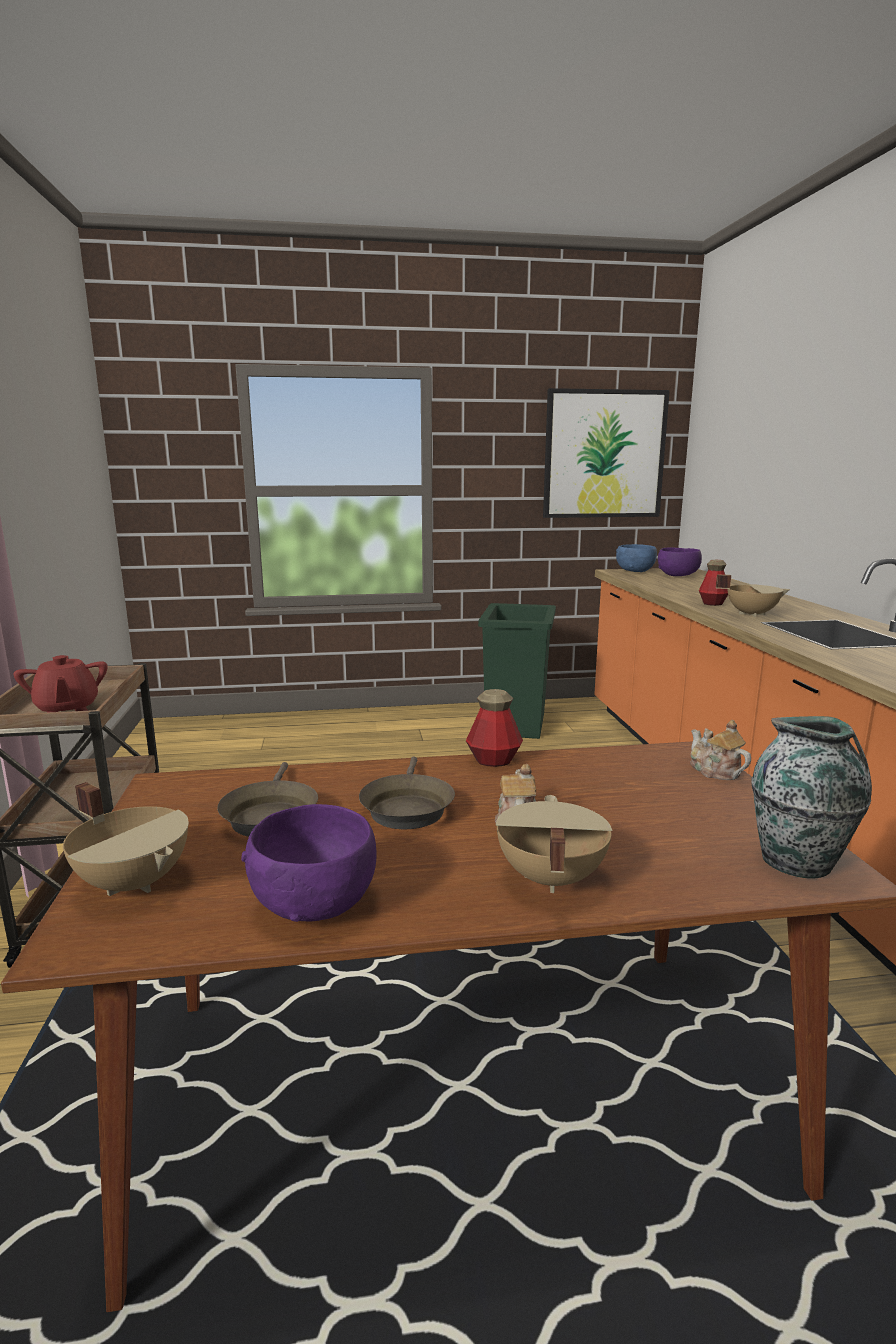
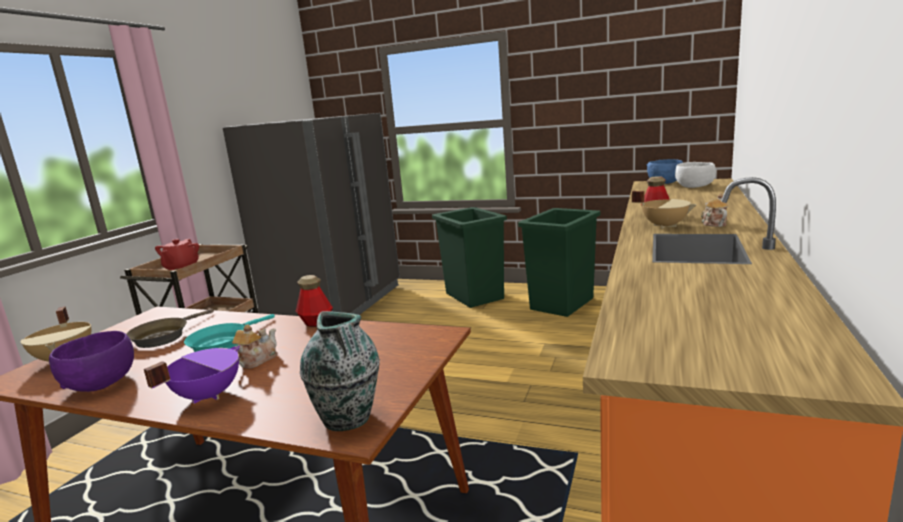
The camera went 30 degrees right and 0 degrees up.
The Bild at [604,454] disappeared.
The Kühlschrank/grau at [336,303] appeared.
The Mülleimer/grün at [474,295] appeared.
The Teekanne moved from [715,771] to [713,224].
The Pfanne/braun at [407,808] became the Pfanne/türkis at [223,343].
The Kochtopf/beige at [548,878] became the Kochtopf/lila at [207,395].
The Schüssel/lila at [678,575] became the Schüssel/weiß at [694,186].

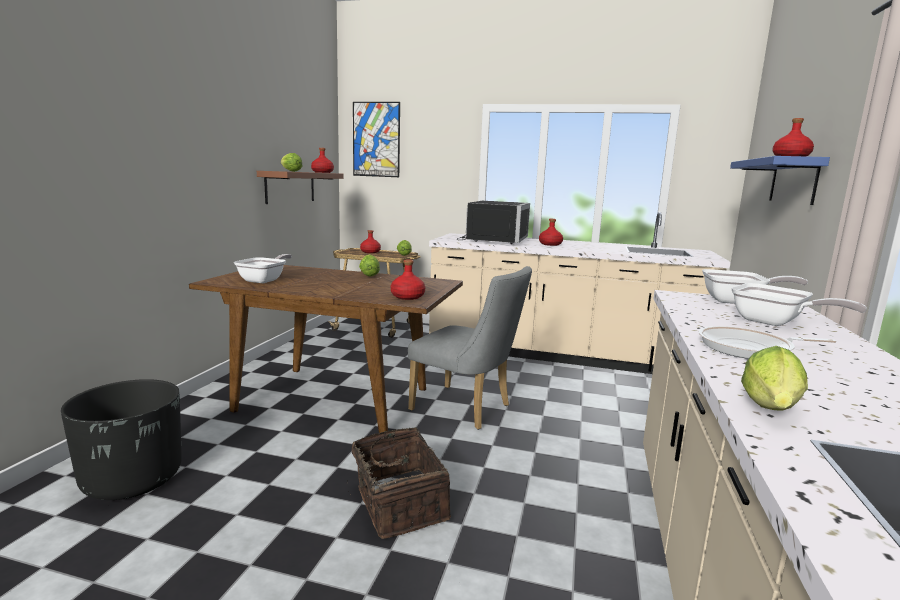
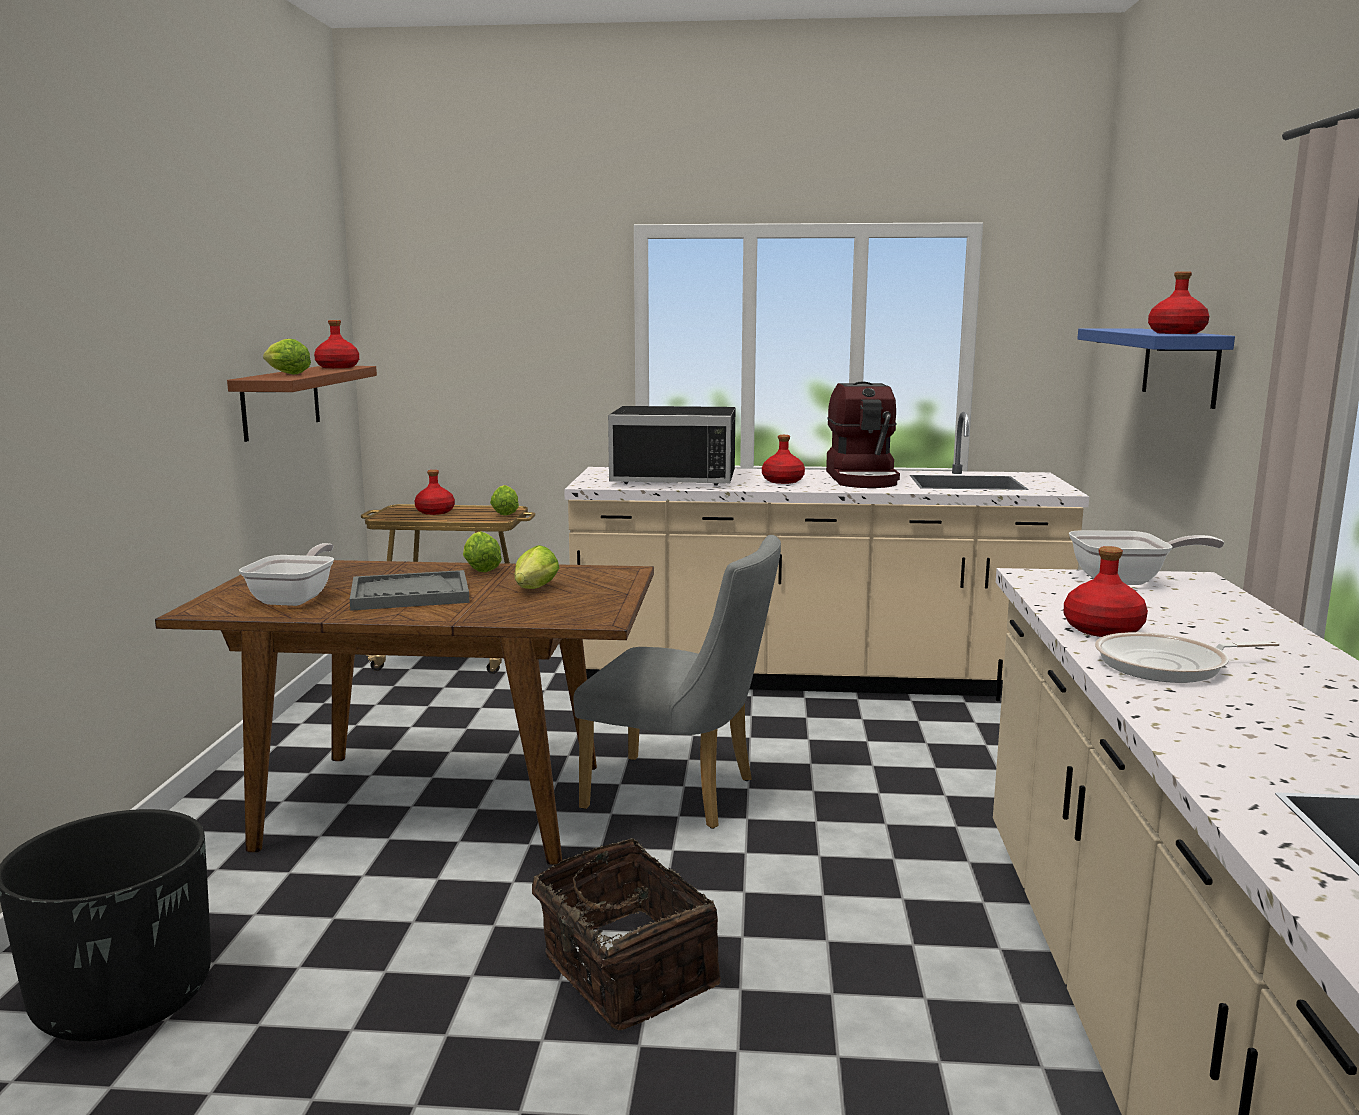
The camera went 10 degrees left and 0 degrees up.
The Bild at [376,139] disappeared.
The Pfanne at [775,323] disappeared.
The Tablett/grau at [409,594] appeared.
The Kaffeemaschine at [863,479] appeared.
The Flasche/rot moved from [407,297] to [1102,630].
The Salatkopf moved from [771,410] to [533,590].
The Mikrowelle/schwarz at [492,239] turned 90 degrees clockwise.

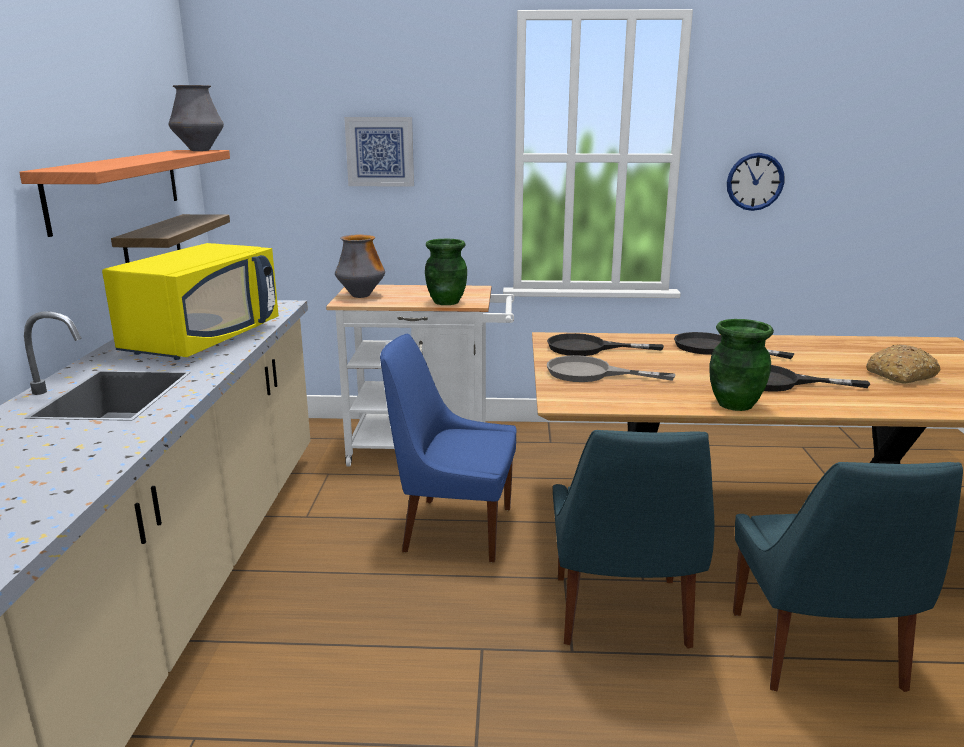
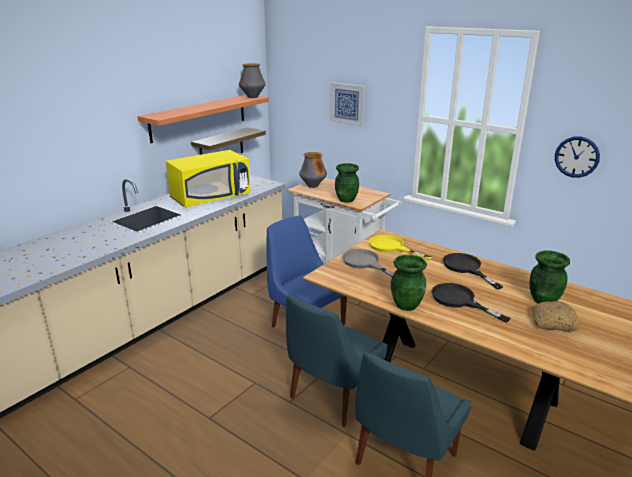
The camera went 35 degrees right and 5 degrees up.
The Vase/grün at [543,300] appeared.
The Pfanne/schwarz at [587,348] became the Pfanne/gelb at [391,247].

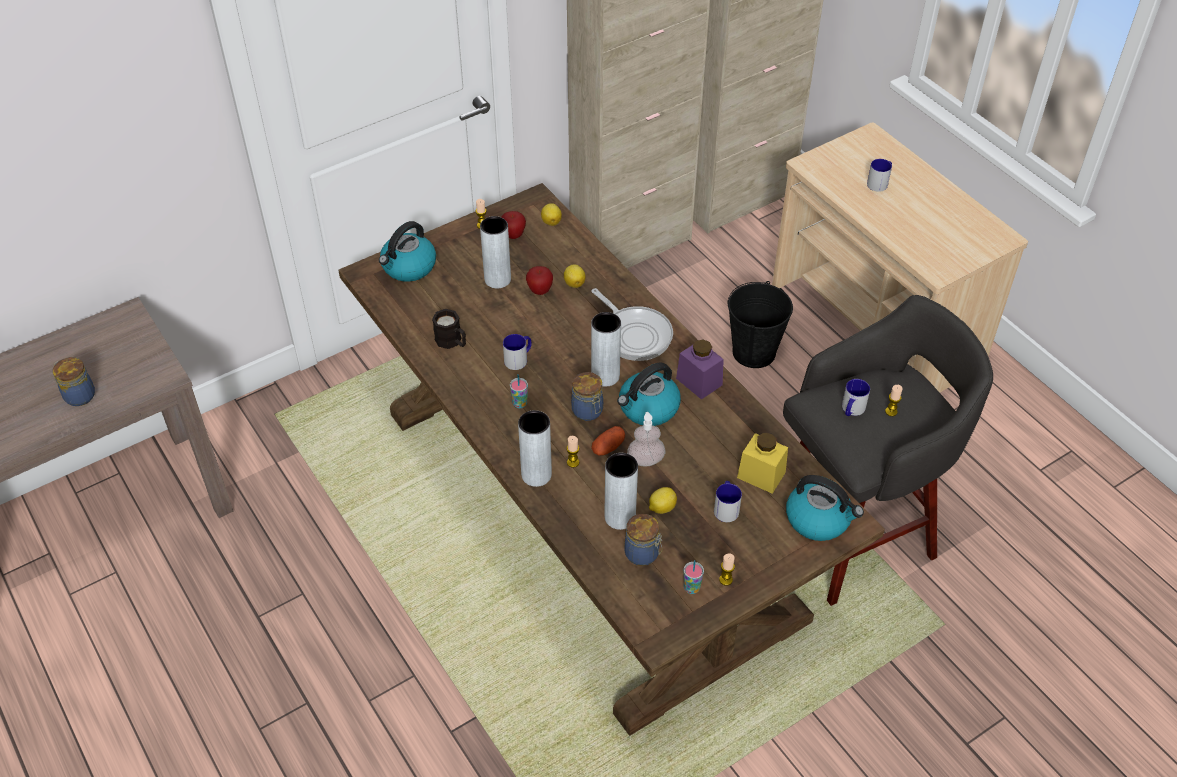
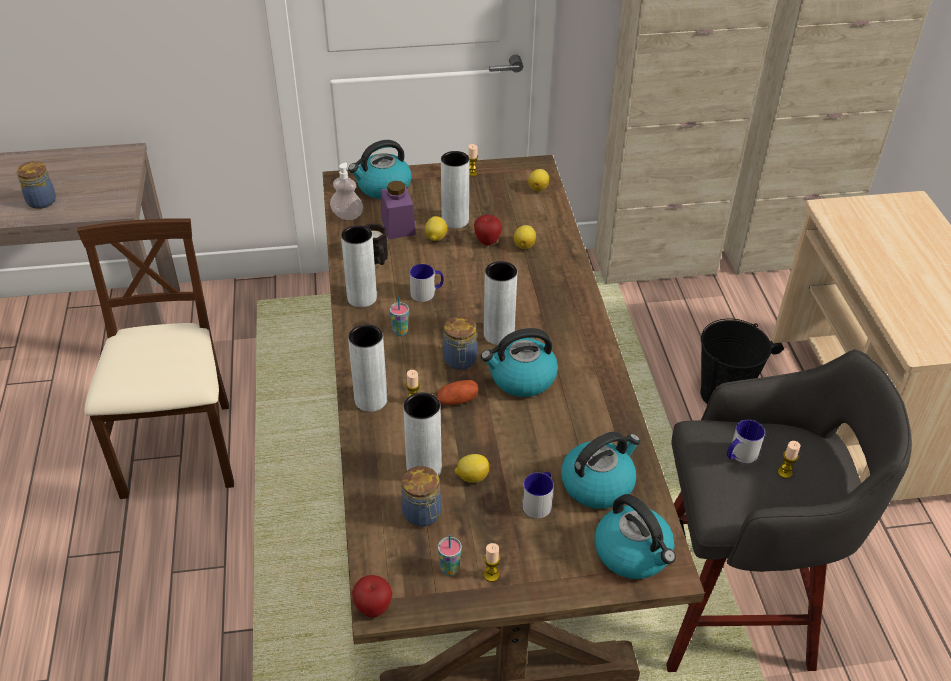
The camera went 25 degrees right and 5 degrees down.
The Pfanne at [634,334] disappeared.
The Henkelbecher at [879,183] disappeared.
The Stuhl/beige at [181,451] appeared.
The Vase/grau at [362,298] appeared.
The Zitrone at [435,238] appeared.
The Apfel moved from [513,235] to [373,608].
The Seifenspender moved from [645,460] to [347,215].
The Vorratsglas/lila moved from [699,381] to [398,226].
The Vorratsglas/gelb at [761,475] was replaced by the Wasserkessel at [598,484].

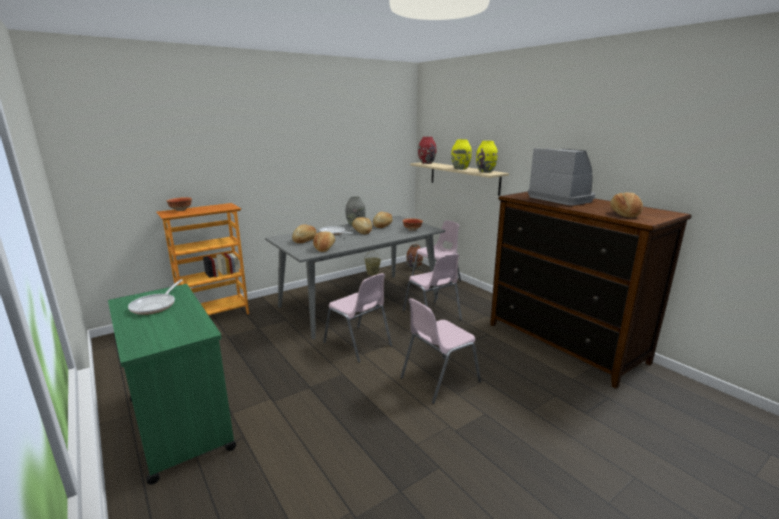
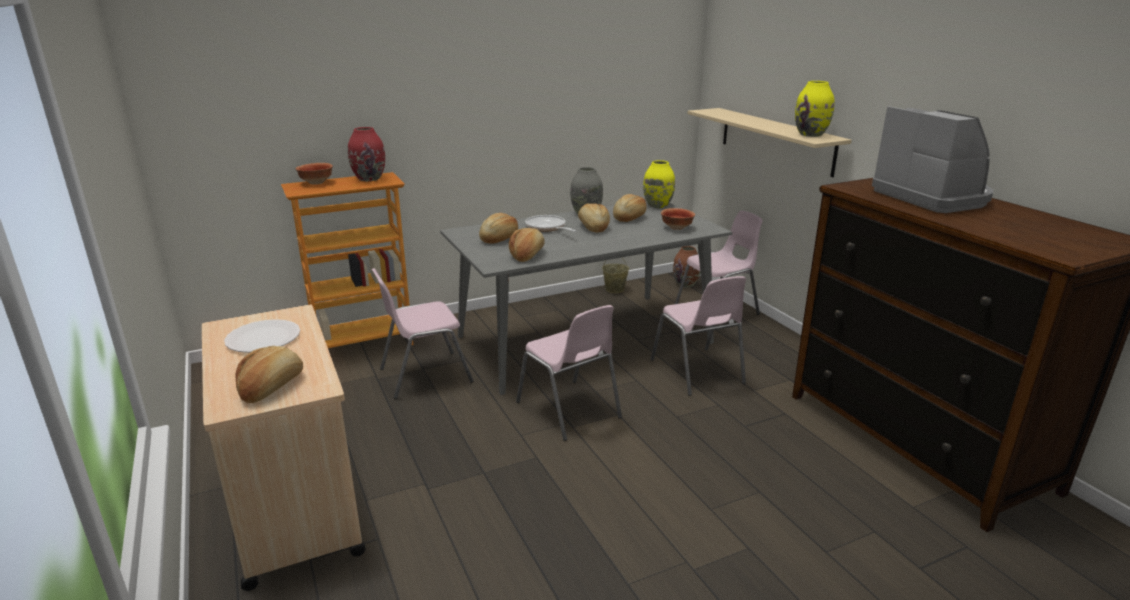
The camera went 10 degrees right and 5 degrees up.
The Stuhl/rosa moved from [438,380] to [424,375].
The Vase/rot moved from [426,163] to [369,178].
The Vase/gelb moved from [460,168] to [657,205].
The Brot moved from [625,214] to [271,387].
The Pfanne at [156,305] was replaced by the Teller/weiß at [263,338].
The Rollwagen/grün at [179,422] became the Rollwagen/beige at [294,505].

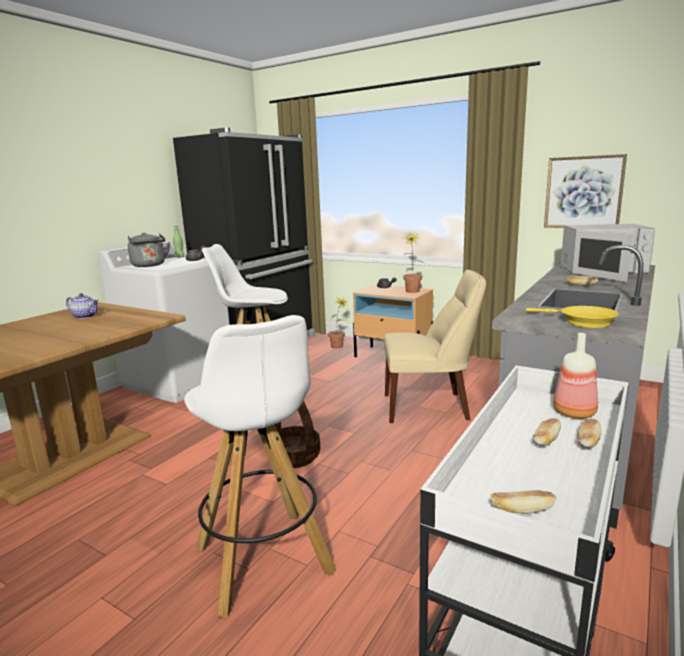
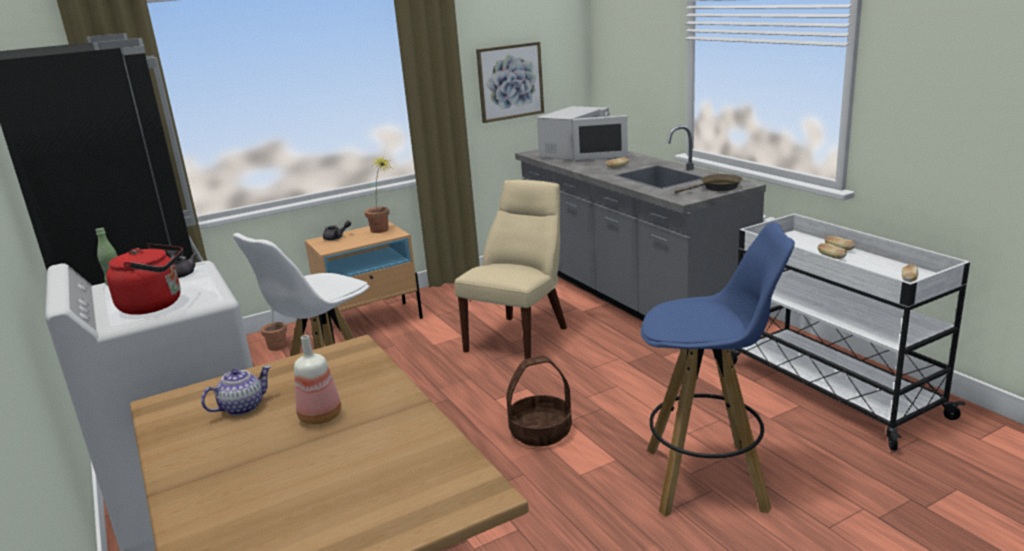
The camera went 60 degrees left and 5 degrees up.
The Flasche moved from [575,412] to [321,416].
The Wasserkessel/grau at [149,265] became the Wasserkessel/rot at [155,305].
The Hocker/weiß at [265,562] became the Hocker/blau at [708,479].
The Pfanne/gelb at [582,322] became the Pfanne/braun at [717,188].

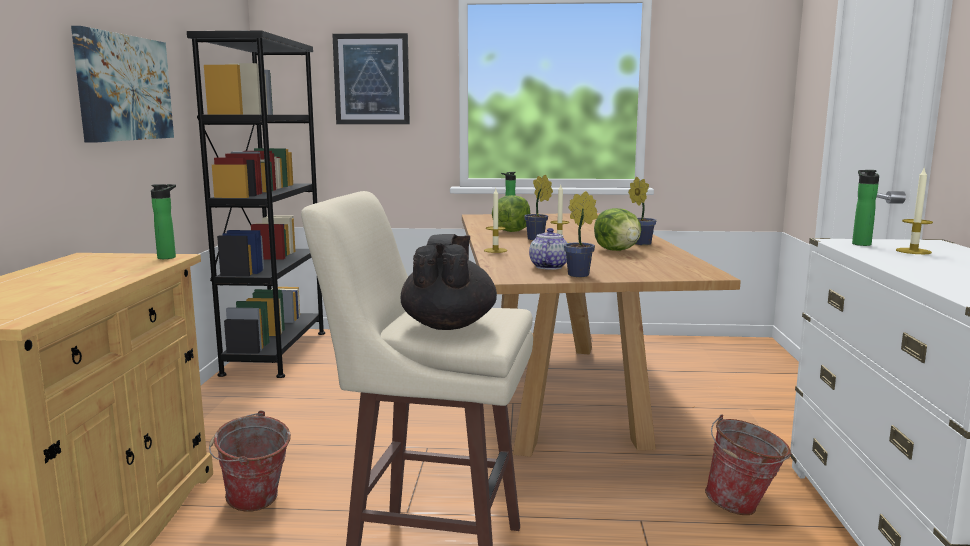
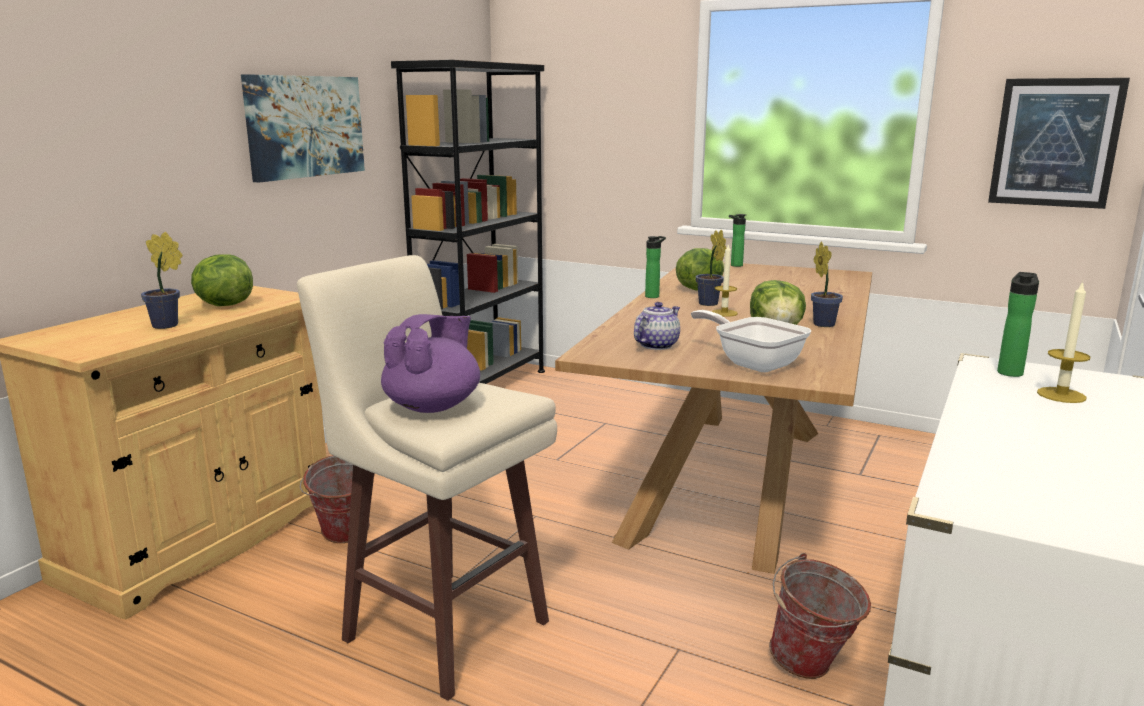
The camera went 25 degrees right and 5 degrees up.
The Kerze at [495,250] disappeared.
The Salatkopf at [223,305] appeared.
The Pfanne at [753,363] appeared.
The Flasche moved from [169,257] to [653,296].
The Bild moved from [372,79] to [1055,142].
The Topfpflanze moved from [581,275] to [168,326].
The Teekanne/schwarz at [449,325] became the Teekanne/lila at [434,406].

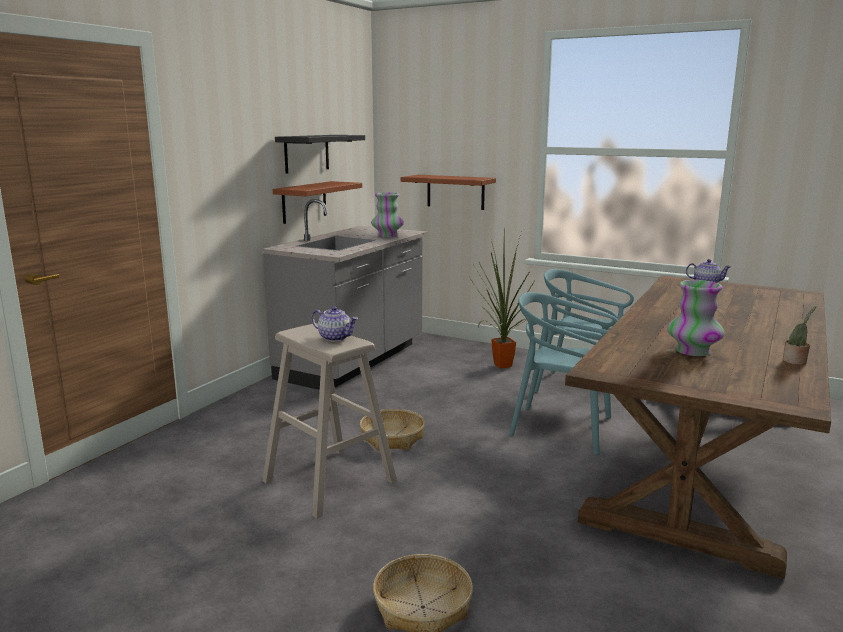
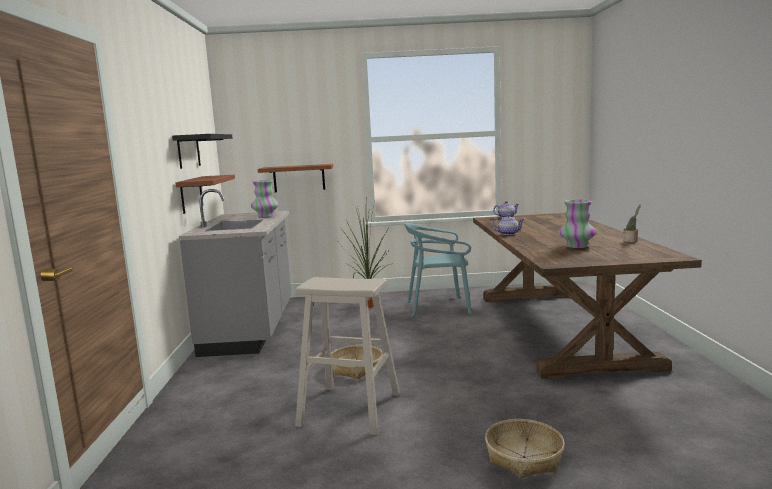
The camera went 30 degrees left and 5 degrees down.
The Stuhl/türkis at [562,428] disappeared.
The Teekanne moved from [335,338] to [508,233].

